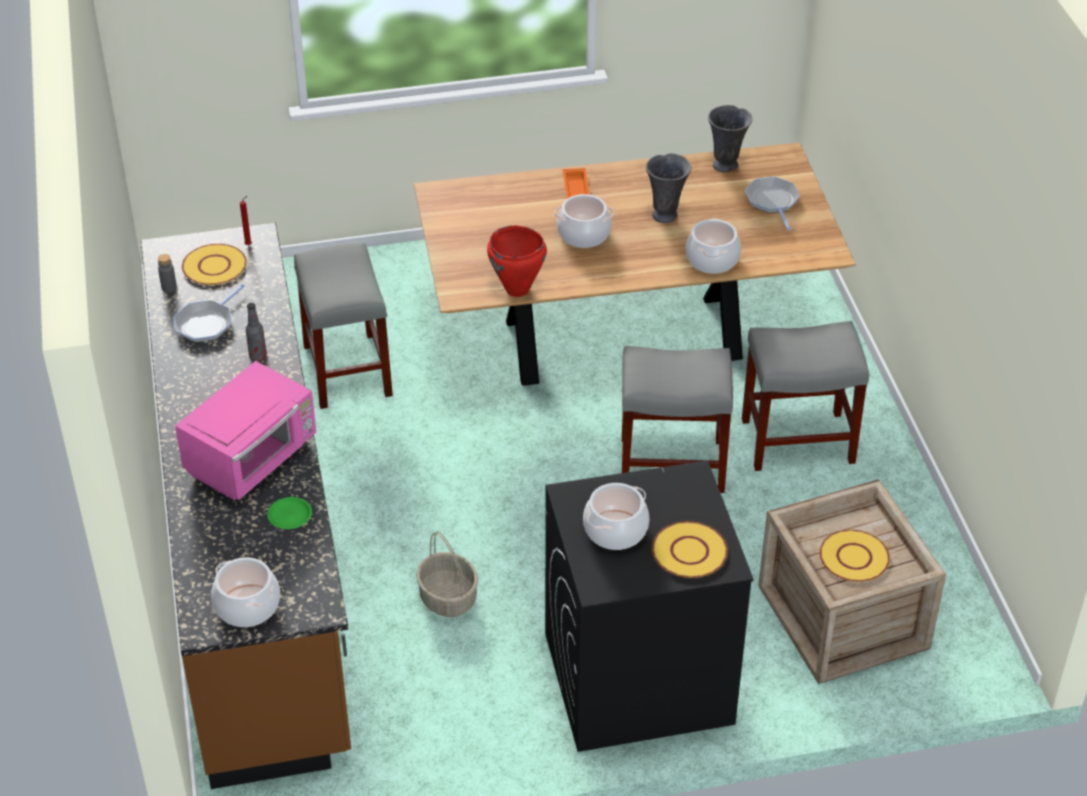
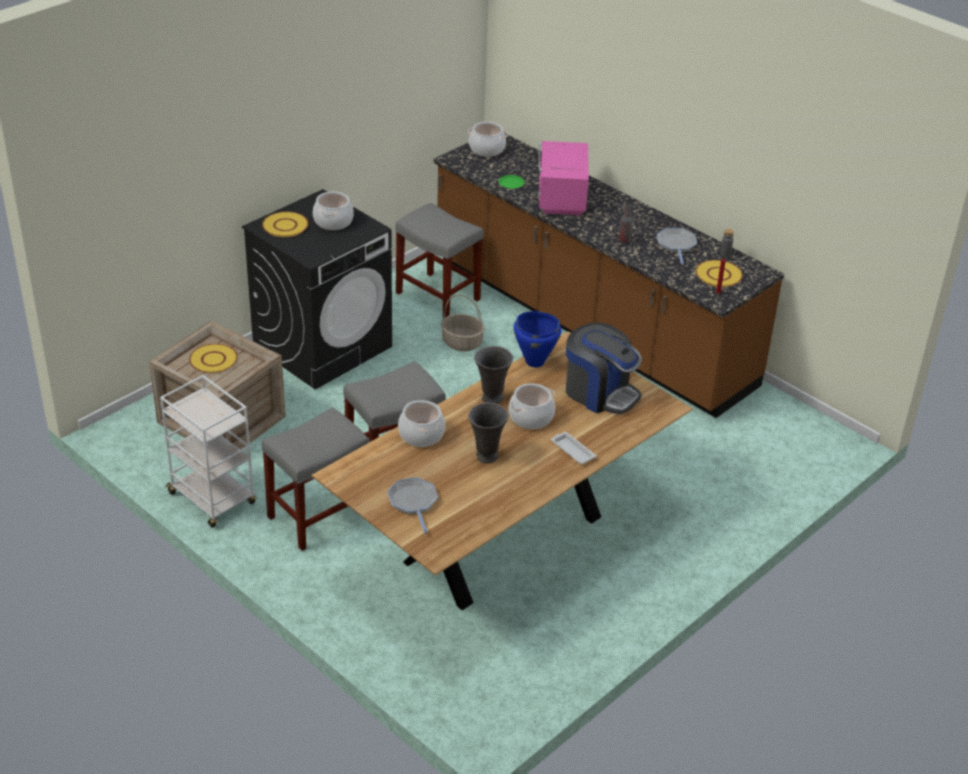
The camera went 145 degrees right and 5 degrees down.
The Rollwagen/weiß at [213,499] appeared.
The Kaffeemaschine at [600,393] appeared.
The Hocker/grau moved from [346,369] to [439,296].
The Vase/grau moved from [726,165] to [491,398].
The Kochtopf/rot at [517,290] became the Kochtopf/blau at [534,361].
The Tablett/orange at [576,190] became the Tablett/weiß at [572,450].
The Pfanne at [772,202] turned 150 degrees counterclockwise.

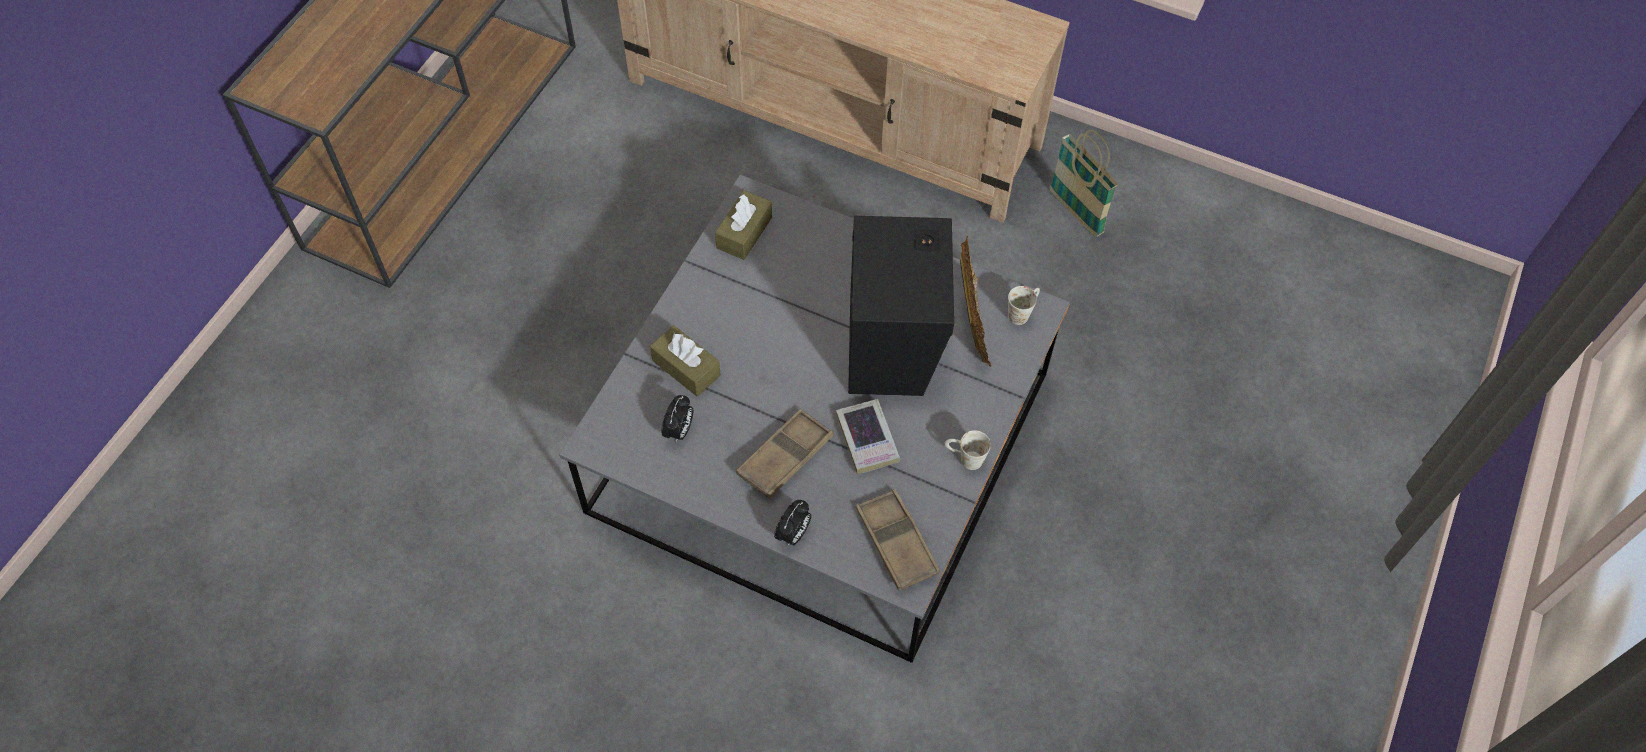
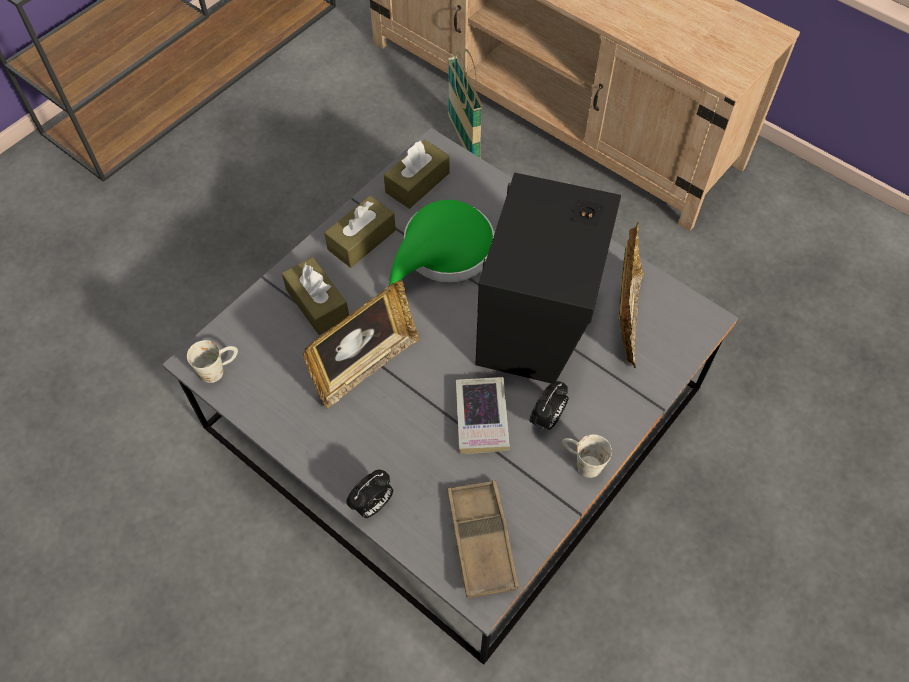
The camera went 15 degrees right and 0 degrees up.
The Tablett/braun at [785,457] disappeared.
The Bilderrahmen at [365,366] appeared.
The Taschentuchbox/braun at [361,240] appeared.
The Hut/grün at [443,253] appeared.
The Wecker moved from [679,431] to [547,419].
The Henkelbecher/weiß moved from [1022,312] to [219,369].
The Korb moved from [1075,212] to [464,139].

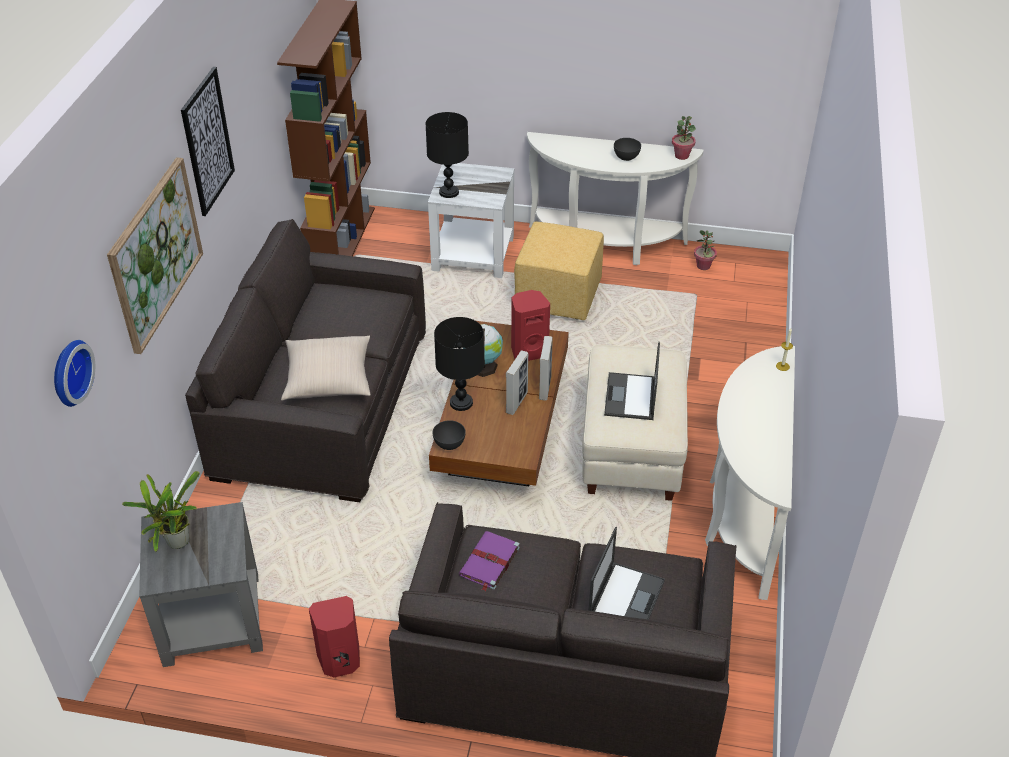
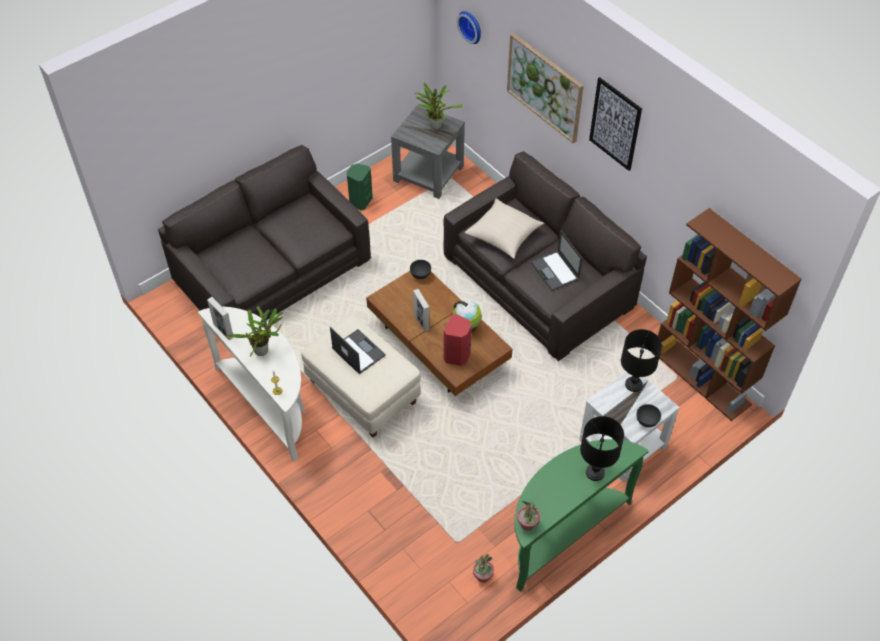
The camera went 130 degrees right and 10 degrees up.
The Buch/lila at [489,562] disappeared.
The Polsterhocker/gelb at [557,296] disappeared.
The Topfpflanze at [263,350] appeared.
The Tischlampe/schwarz moved from [460,402] to [595,472].
The Bilderrahmen moved from [545,388] to [223,331].
The Laptop moved from [626,597] to [555,271].
The Schüssel/grau moved from [626,157] to [646,421].
The Lautsprecher/rot at [340,661] became the Lautsprecher/grün at [360,201].
The Konsolentisch/weiß at [605,246] became the Konsolentisch/grün at [562,532].

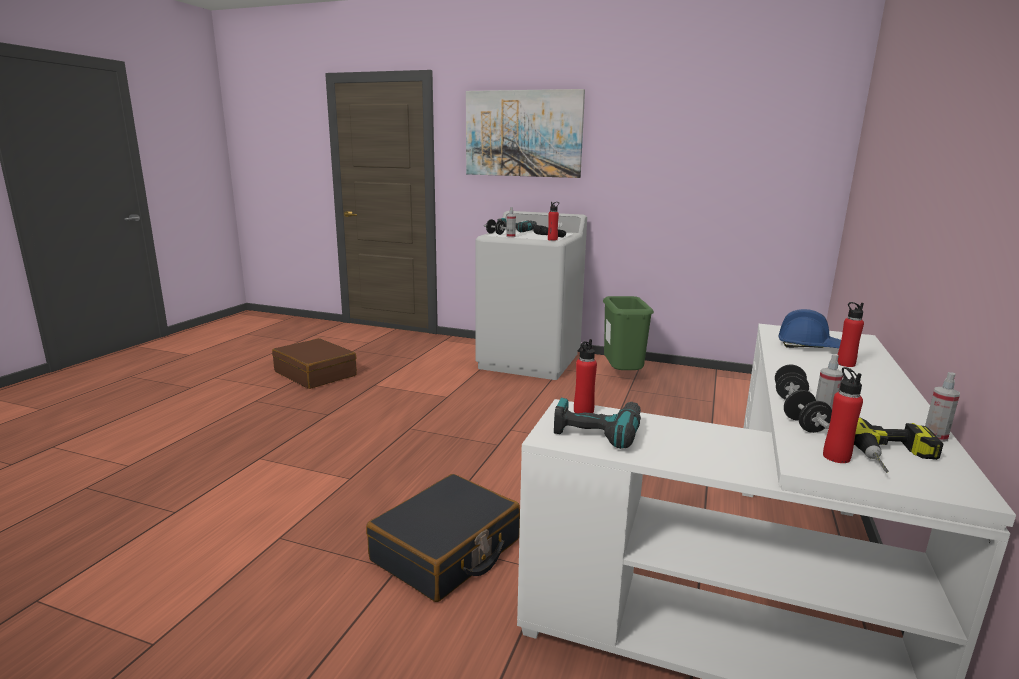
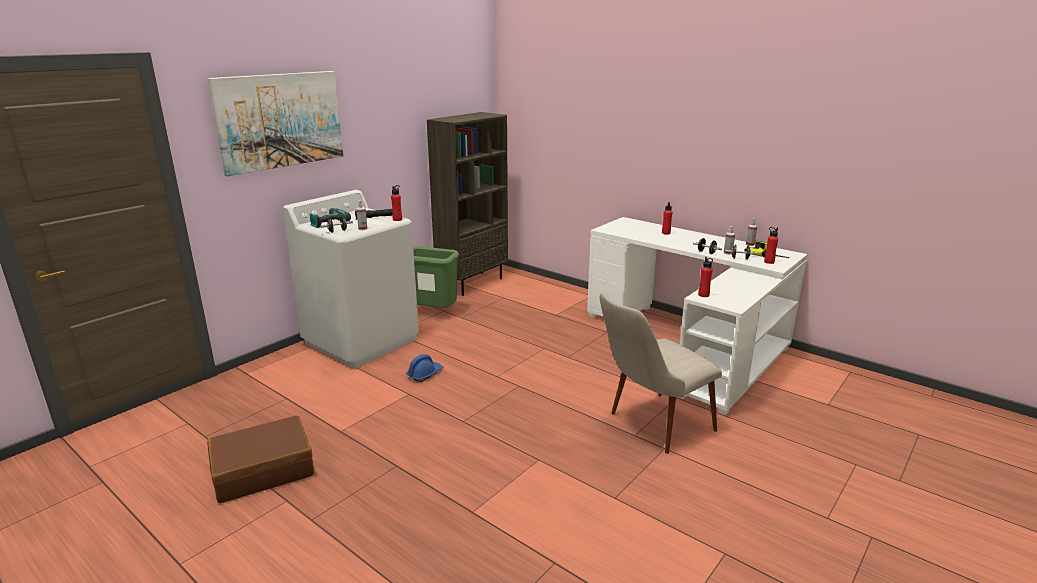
The camera went 70 degrees left and 5 degrees up.
The Bohrmaschine at [597,430] disappeared.
The Bücherregal/braun at [472,283] appeared.
The Schutzhelm/blau moved from [809,346] to [425,374].
The Koffer/schwarz at [447,551] was replaced by the Stuhl/beige at [650,427].

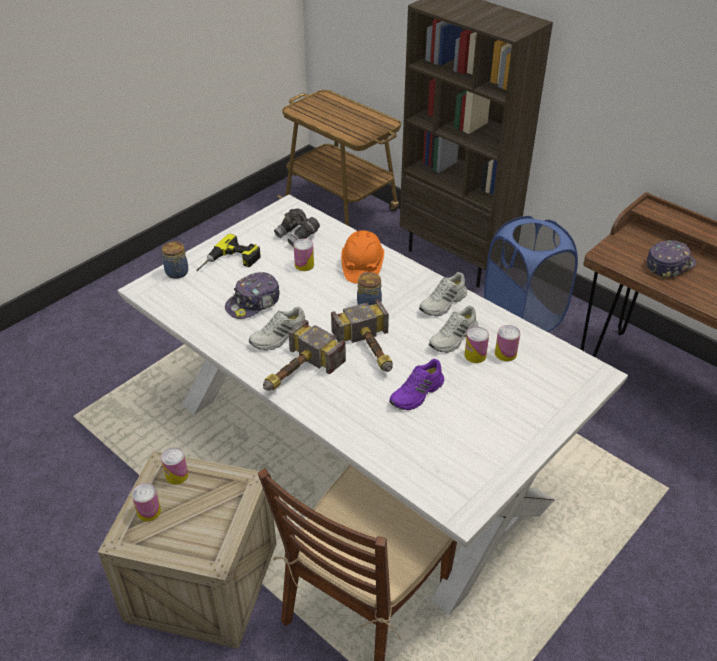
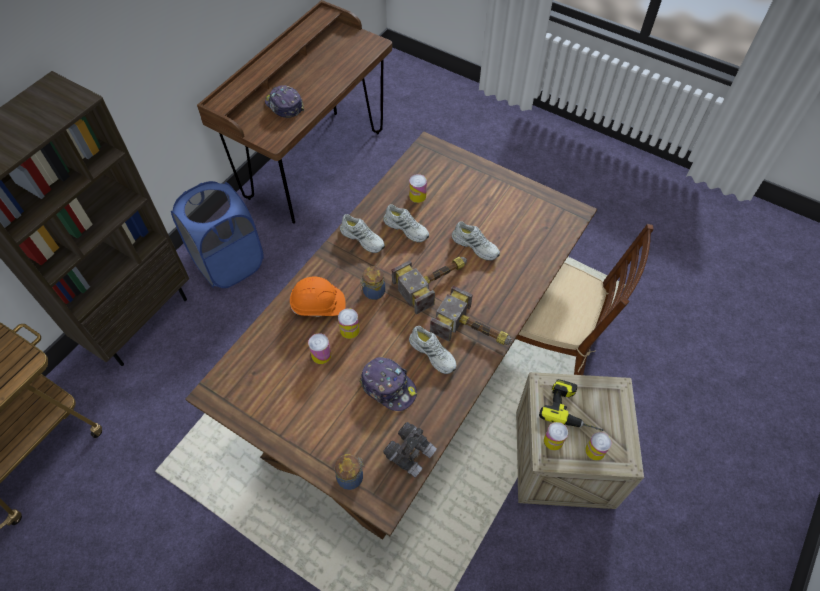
The camera went 100 degrees left and 15 degrees up.
The Bohrmaschine moved from [229,263] to [573,409].
The Fernglas/grau moved from [297,235] to [410,453].
The Dose moved from [475,355] to [349,330].
The Esstisch/weiß at [360,451] became the Esstisch/braun at [410,369].
The Schuh/lila at [417,394] became the Schuh/weiß at [476,246].

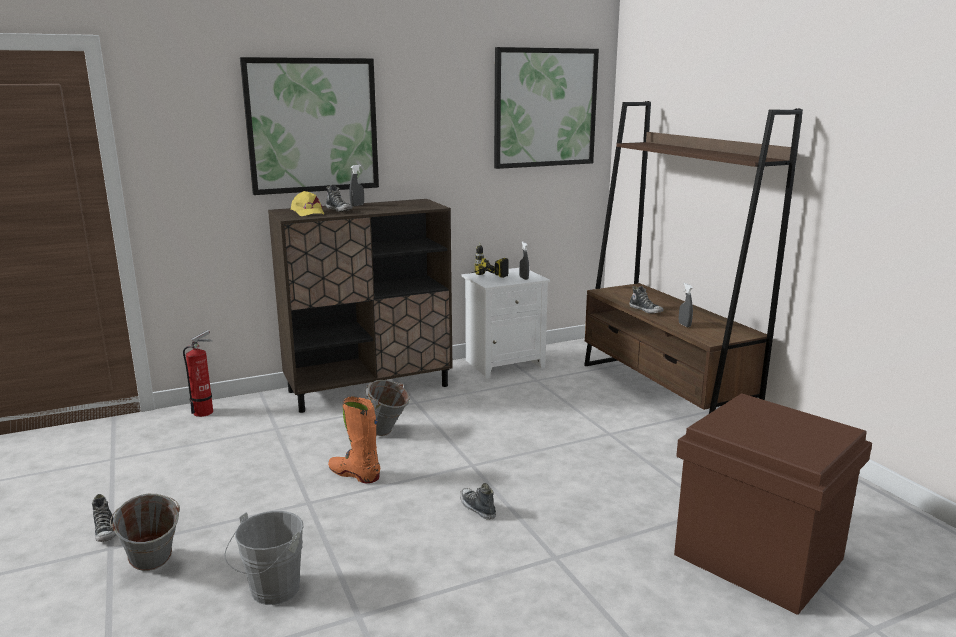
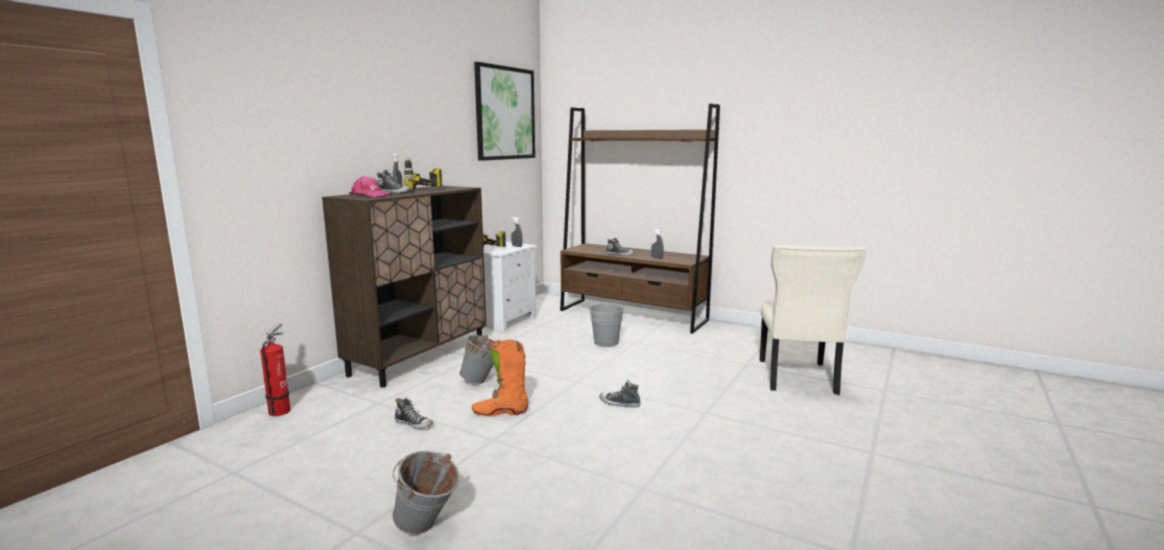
The camera went 35 degrees left and 5 degrees down.
The Bild at [312,125] disappeared.
The Bohrmaschine at [426,191] appeared.
The Schuh moved from [106,531] to [414,424].
The Eimer/grau moved from [271,592] to [606,343].
The Aufbewahrungsbox/braun at [756,556] was replaced by the Stuhl/beige at [797,378].
The Kappe/gelb at [307,212] became the Kappe/rosa at [370,195].

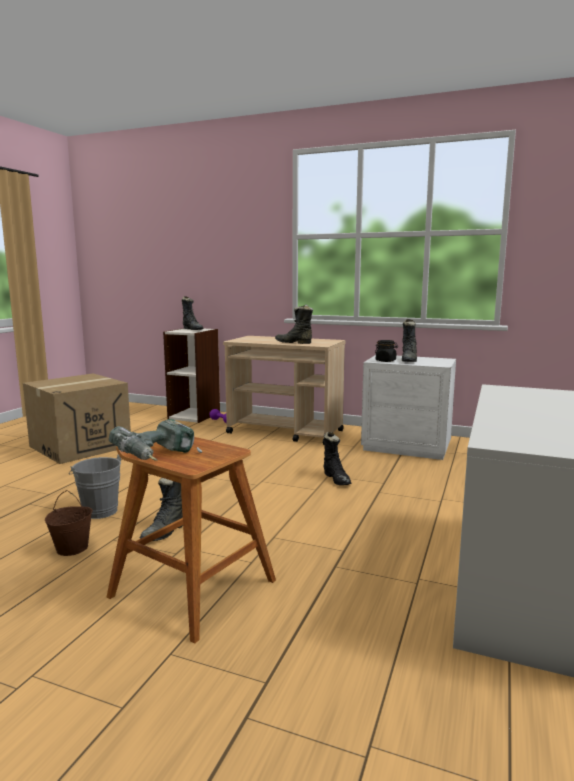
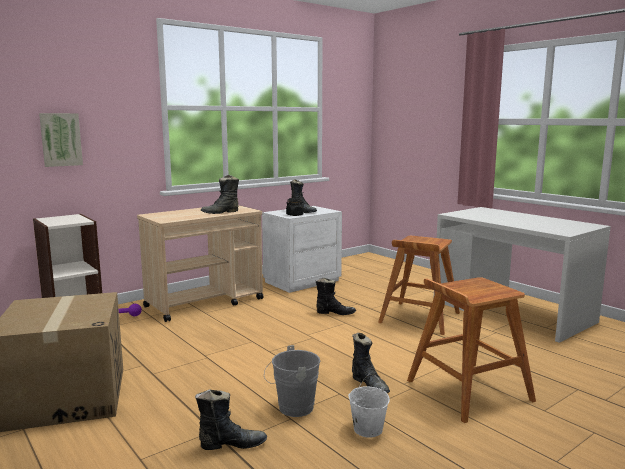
The camera went 60 degrees left and 0 degrees up.
The Bohrmaschine at [159,459] disappeared.
The Bild at [61,139] appeared.
The Hocker/braun at [419,318] appeared.
The Stiefel/schwarz moved from [193,329] to [231,444].
The Eimer/braun at [73,548] became the Eimer/weiß at [367,429].

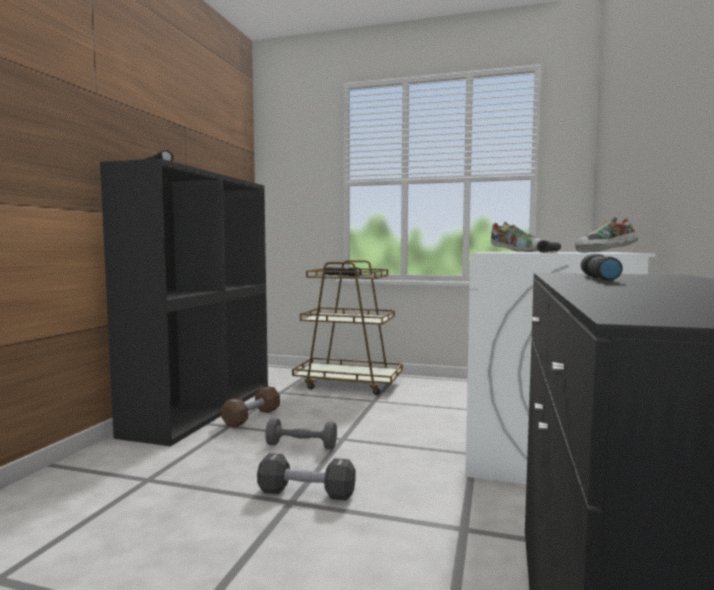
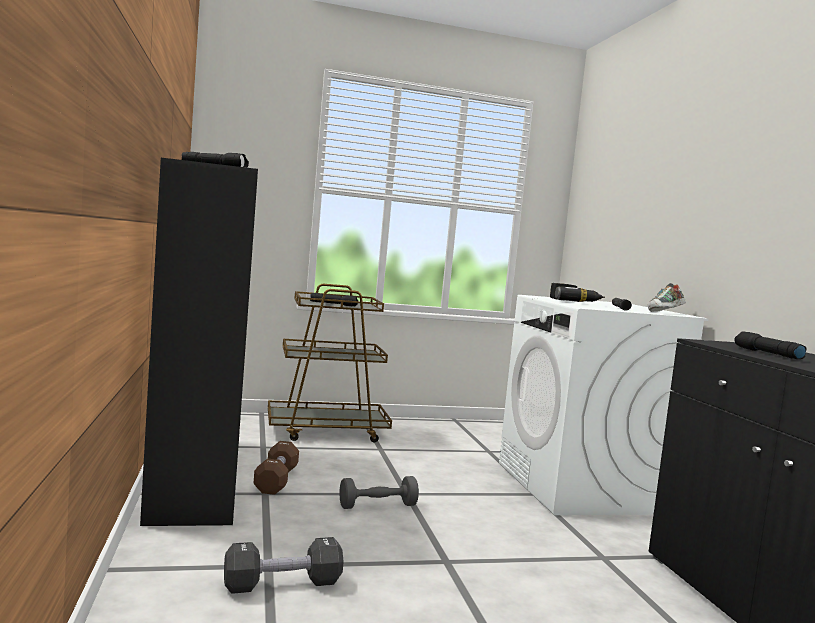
The camera went 30 degrees left and 0 degrees up.
The Hantel/schwarz moved from [306,493] to [282,584].
The Schuh at [516,251] was replaced by the Bohrmaschine at [573,301].

